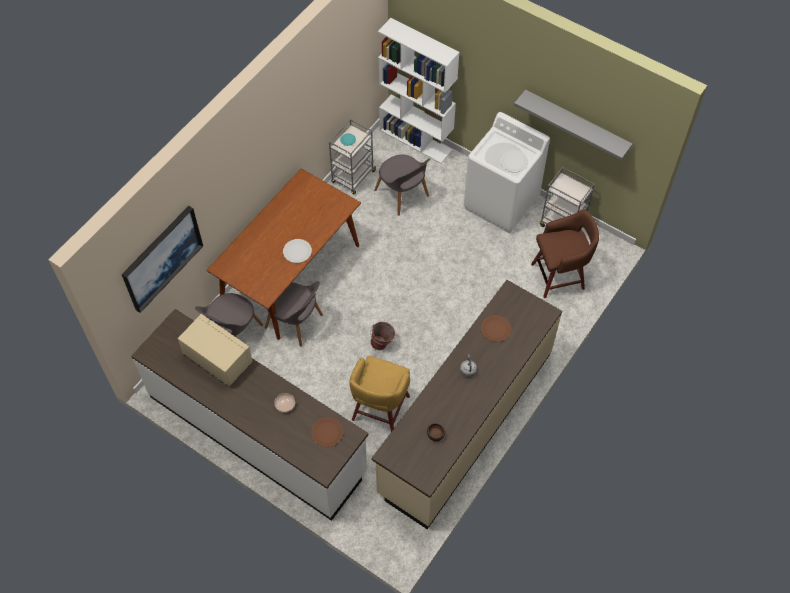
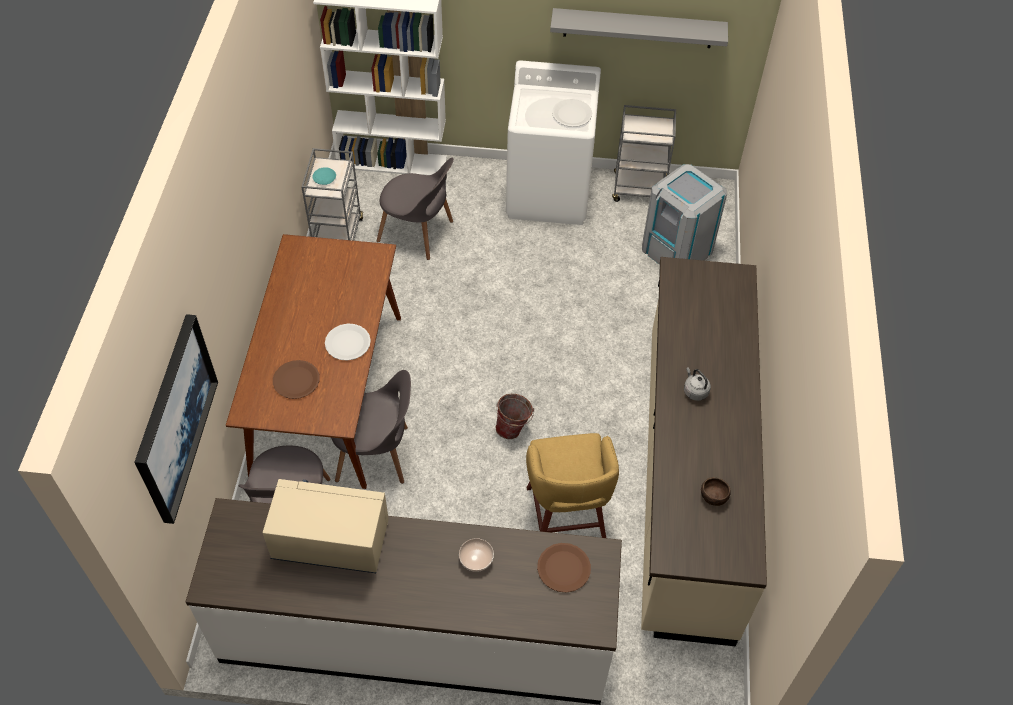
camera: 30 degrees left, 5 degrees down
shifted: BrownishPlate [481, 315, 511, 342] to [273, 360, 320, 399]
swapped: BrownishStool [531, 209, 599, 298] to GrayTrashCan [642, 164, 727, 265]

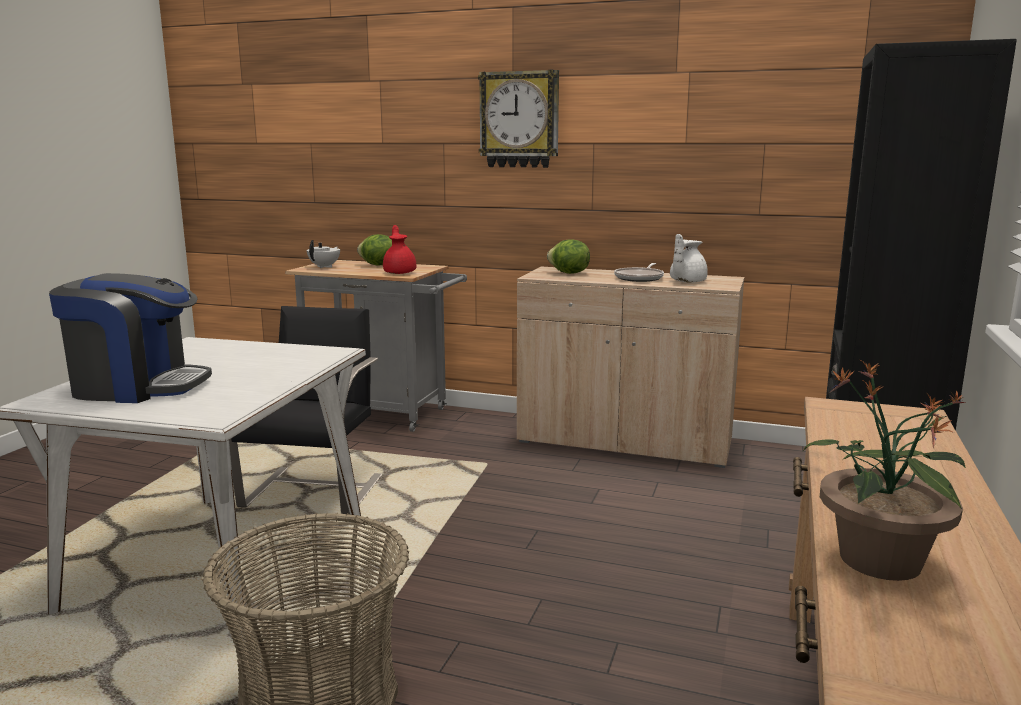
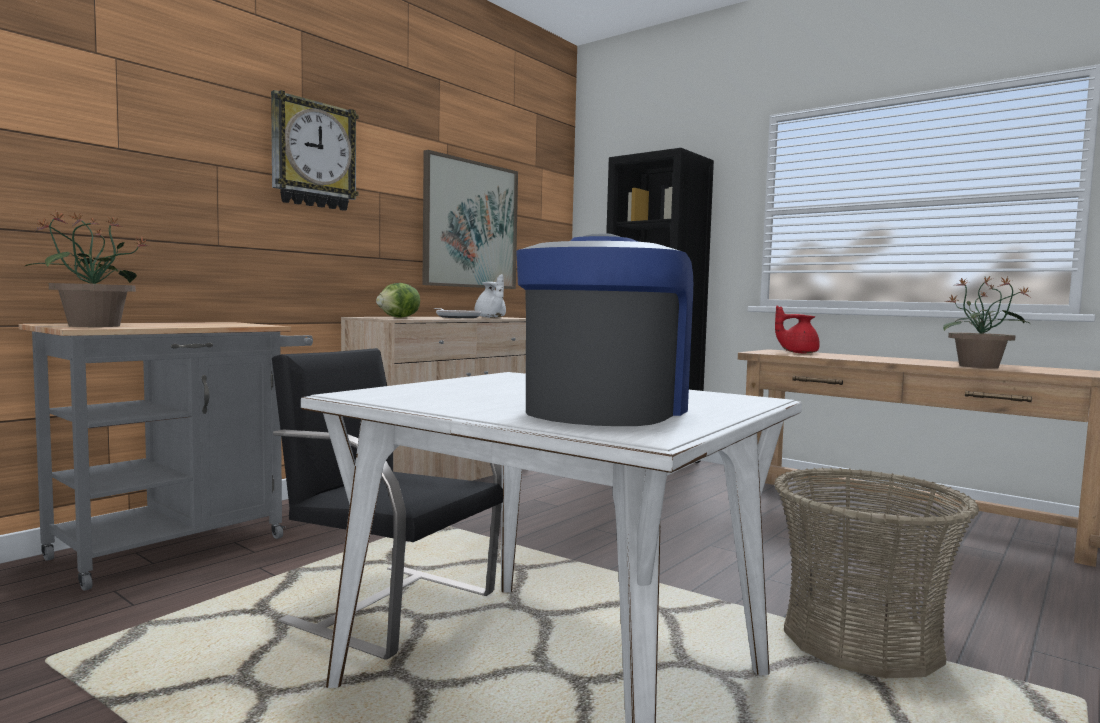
camera: 70 degrees left, 10 degrees down
gone: Lettuce [357, 234, 392, 265]
new: WallArt [422, 150, 518, 289]
shifted: RedColouredPotForTea [383, 225, 417, 274] to [775, 306, 820, 353]
swapped: WhiteColouredPotForTea [306, 240, 340, 268] to Houseplant [24, 210, 148, 327]

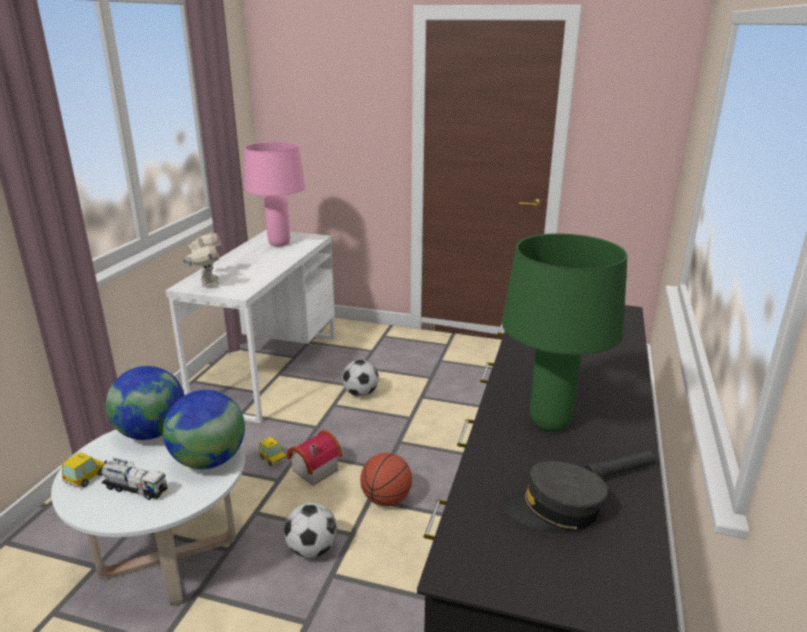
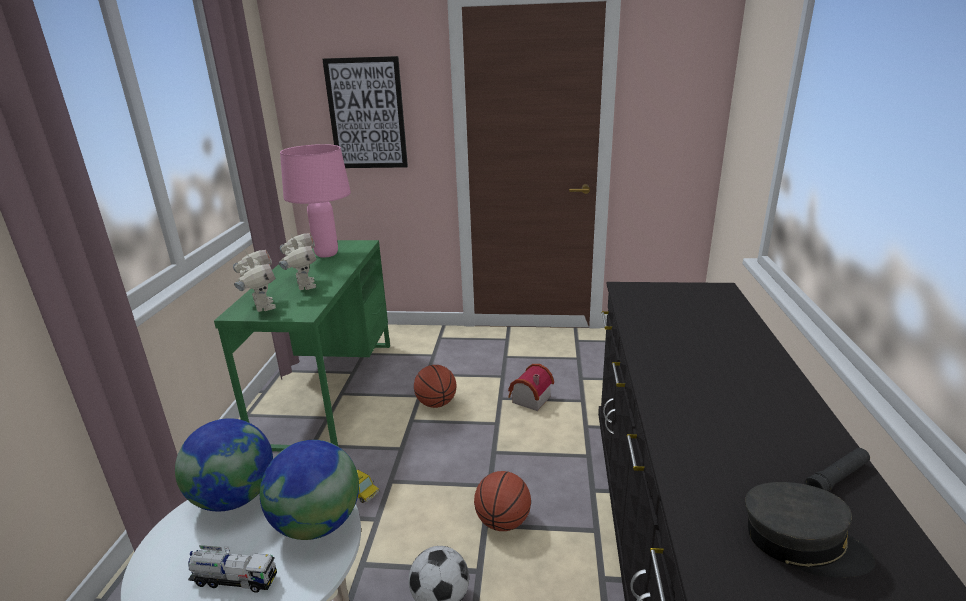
camera: 10 degrees left, 0 degrees up
gone: GreenColouredTableLamp [502, 233, 627, 432]; ToyCar [62, 452, 105, 488]
new: WallArt [322, 56, 408, 168]; ModelRobot [279, 233, 316, 290]
shifted: ToyHouse [286, 430, 342, 486] to [508, 364, 554, 411]
swapped: FootballBall [342, 360, 379, 397] to BasketballBall [414, 365, 457, 408]
repainted: WhiteColouredDeskTable [165, 230, 335, 423] to GreenColouredDeskTable [214, 240, 390, 451]
rotated: GrayBaseballCap [503, 461, 608, 532] = [745, 482, 875, 578] 150 degrees counterclockwise

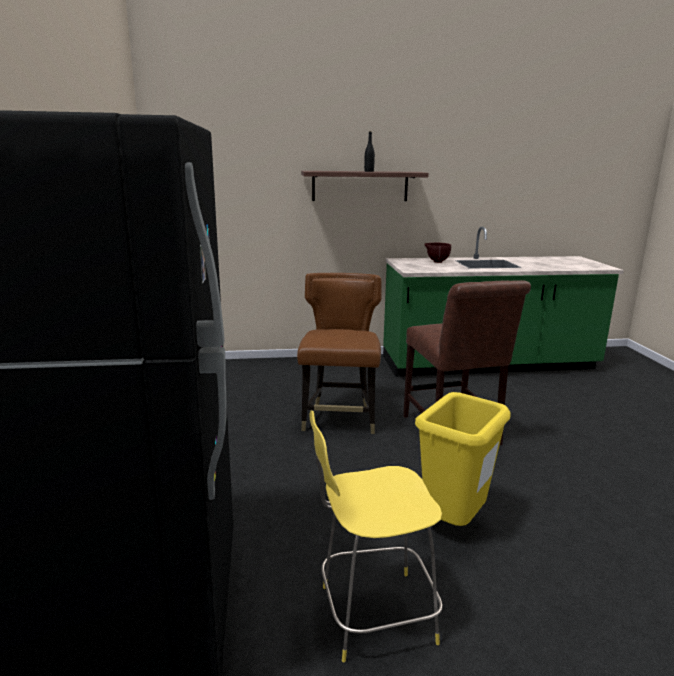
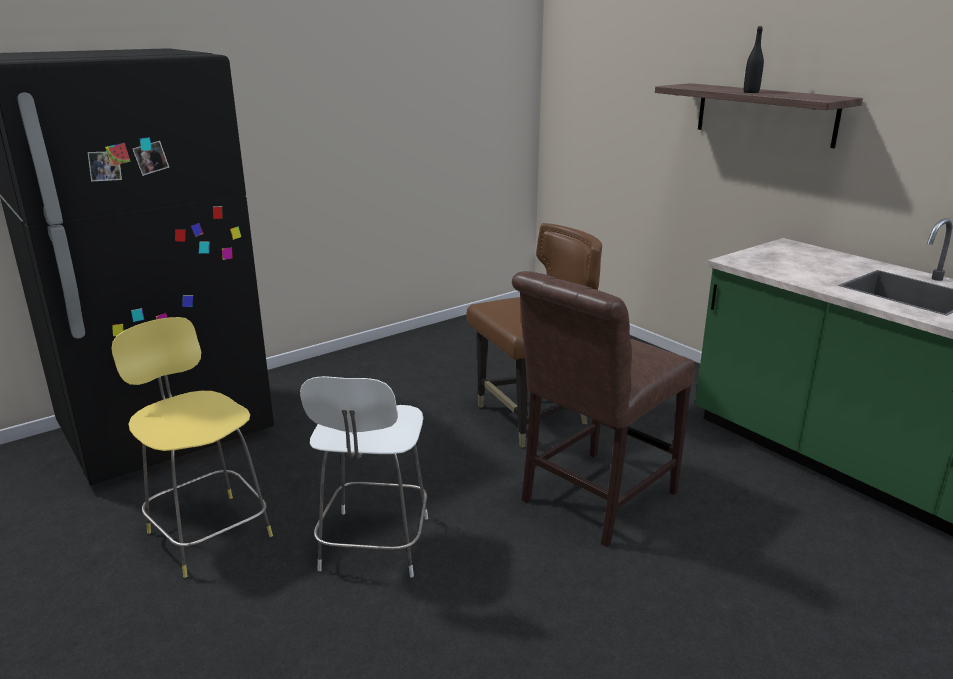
camera: 60 degrees right, 5 degrees up
gone: BrownishBowl [424, 243, 451, 263]
swapped: YellowTrashCan [415, 392, 510, 526] to WhiteColouredStool [300, 376, 428, 578]

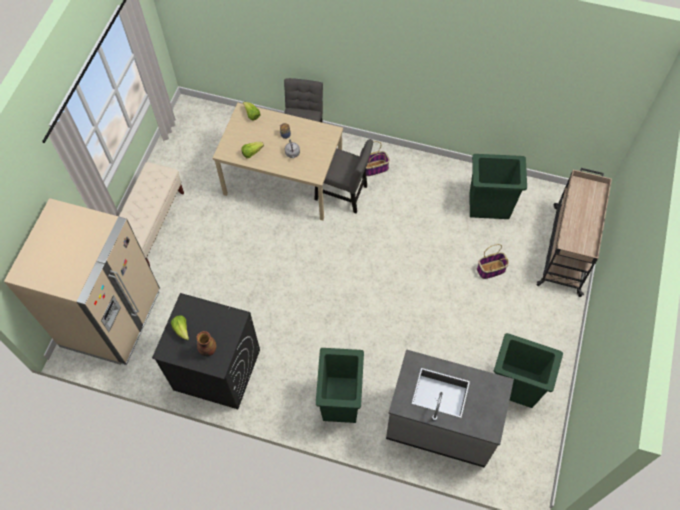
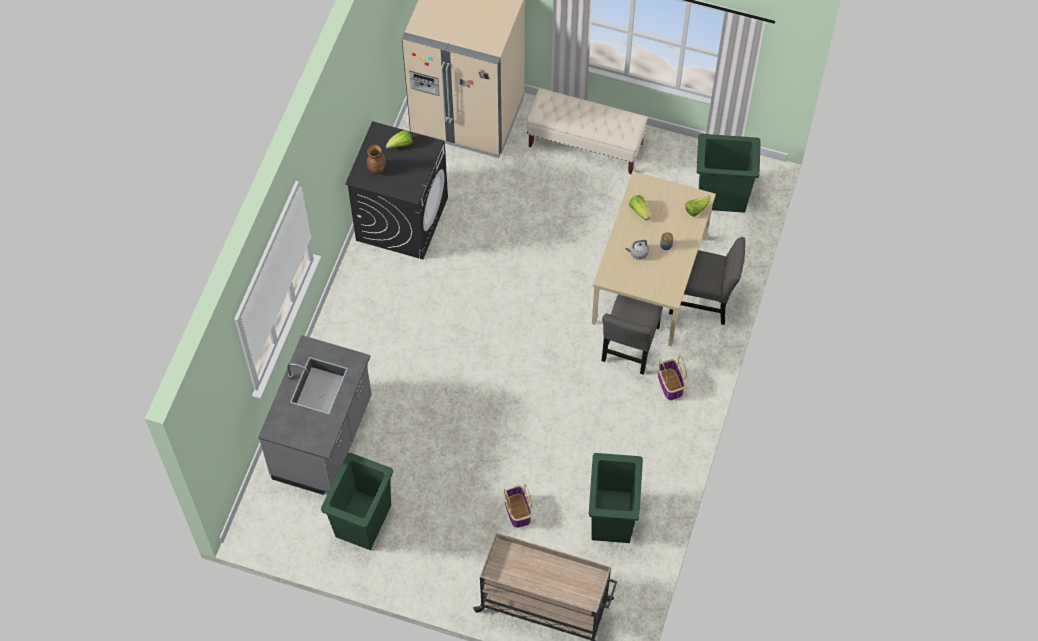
camera: 90 degrees right, 0 degrees up
shifted: GreenColouredTrashCan [316, 348, 364, 423] to [697, 134, 761, 213]

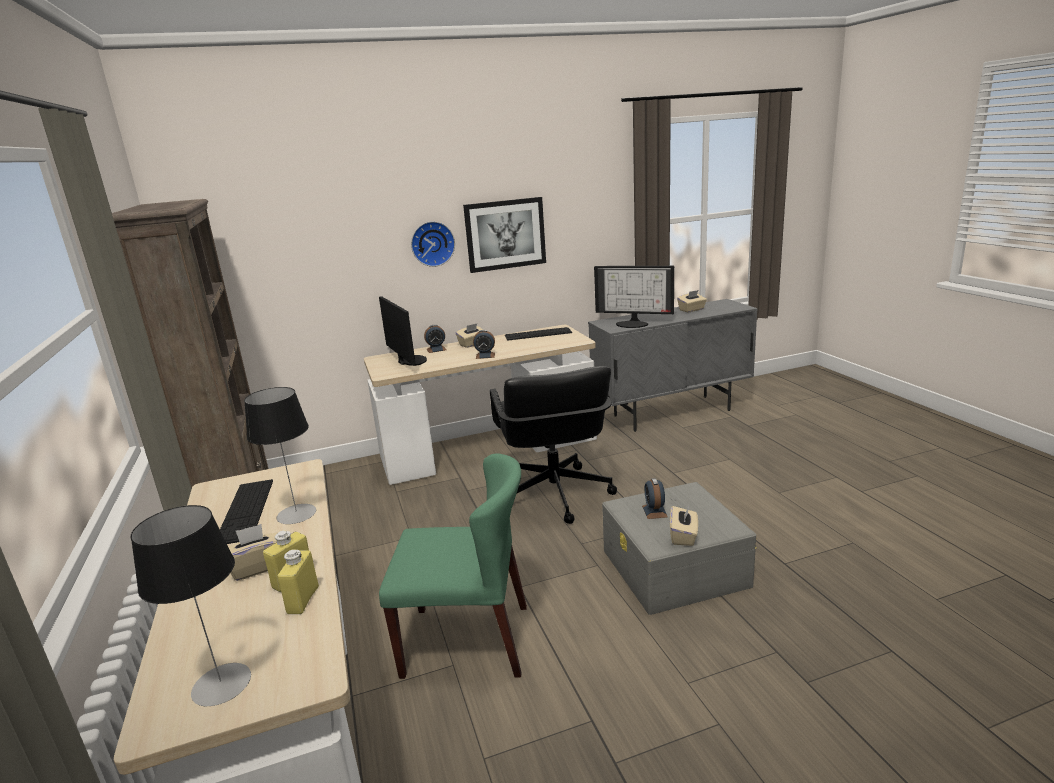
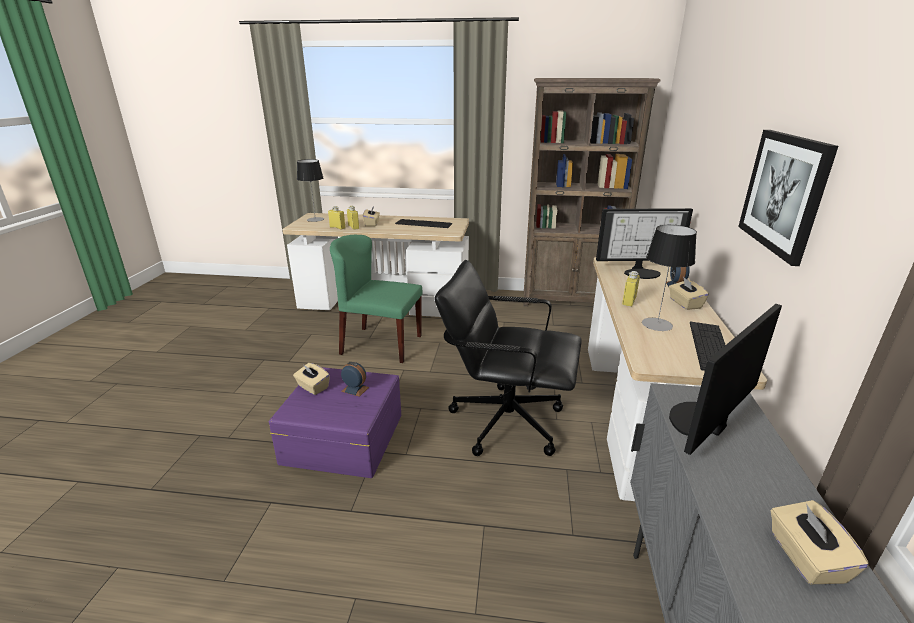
camera: 115 degrees right, 5 degrees up
gone: WallClock [411, 221, 455, 267]
shifted: TableLamp [244, 387, 316, 524] to [642, 225, 697, 331]
swapped: AlarmClock [473, 330, 495, 359] to YellowBottle [622, 271, 640, 307]
repainted: GrayStorageContainer [602, 482, 756, 615] to PurpleStorageContainer [269, 367, 401, 478]
rotated: GreenColouredChair [379, 454, 527, 679] = [330, 235, 423, 363] 75 degrees clockwise

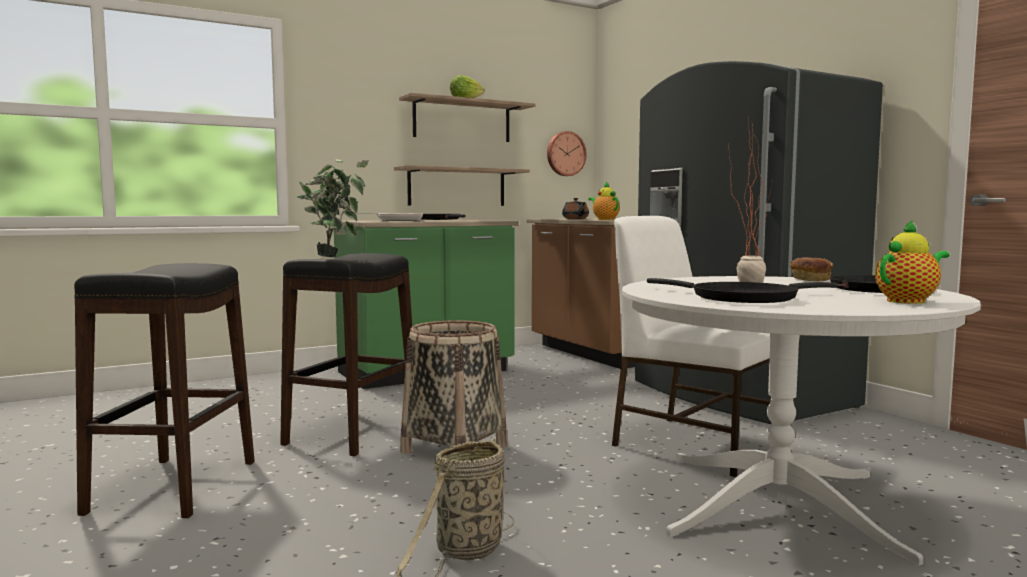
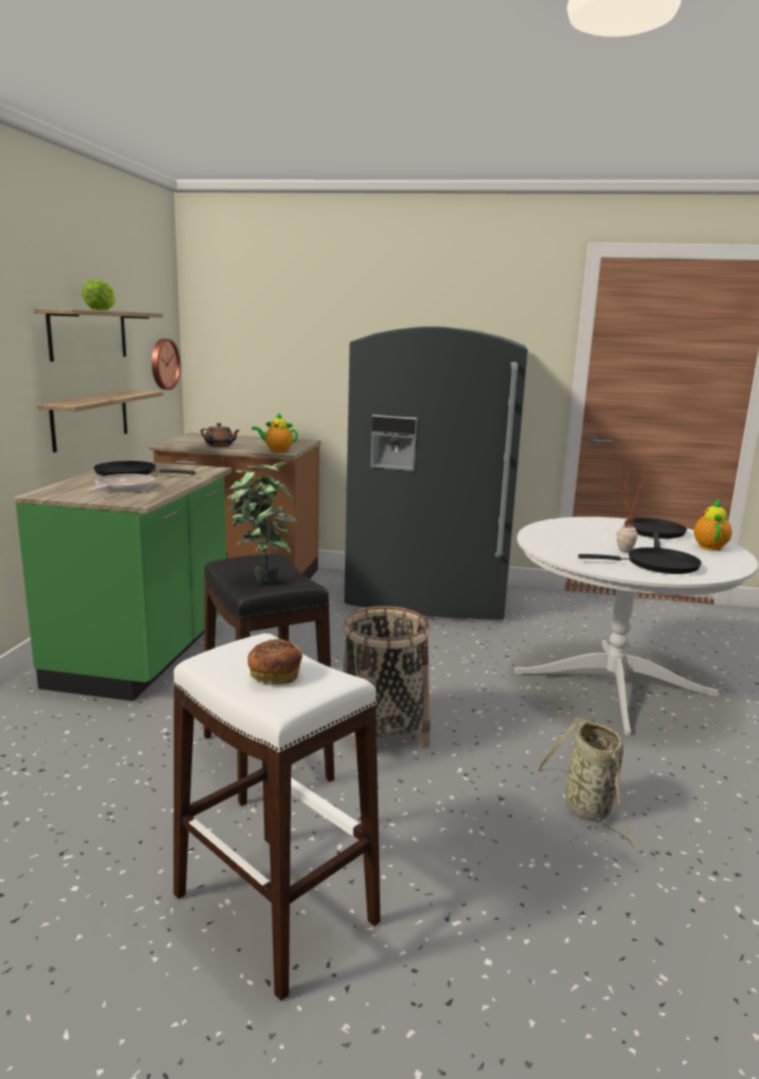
camera: 50 degrees left, 10 degrees up
gone: WhiteColouredChair [612, 216, 771, 477]
shifted: BakeryBread [790, 257, 833, 281] to [248, 639, 302, 684]
repainted: BlackStool [74, 263, 255, 518] to WhiteColouredStool [173, 633, 380, 1001]

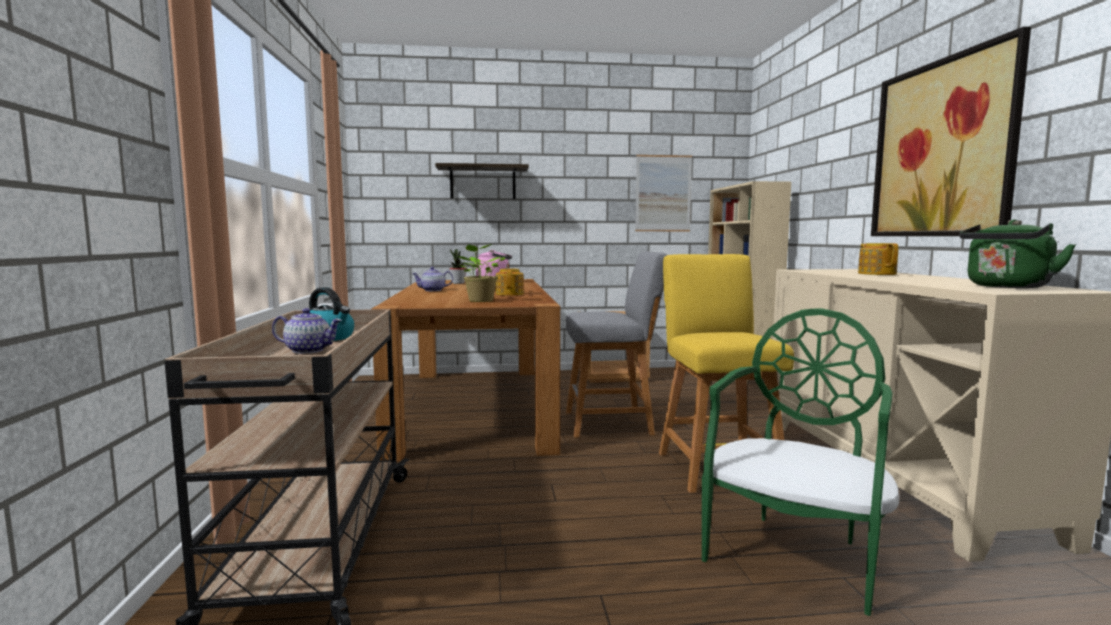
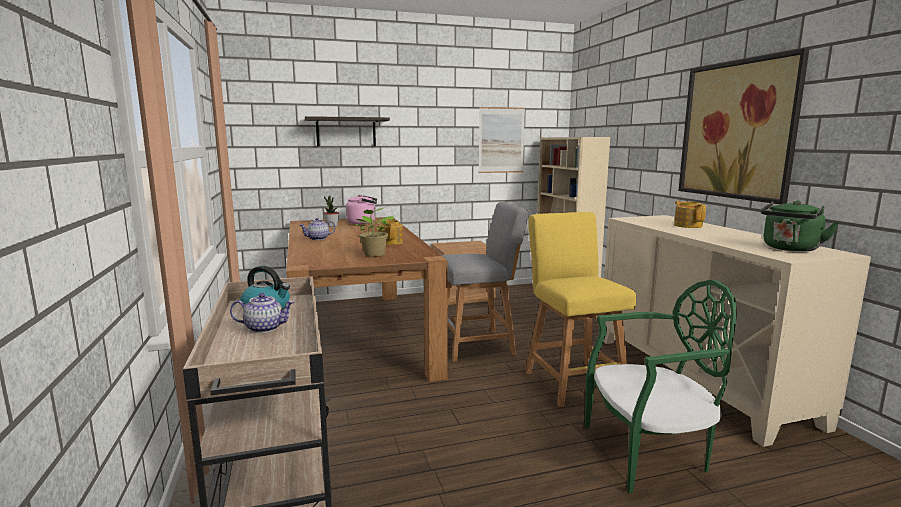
camera: 10 degrees left, 5 degrees up
rotated: GreenColouredChair [702, 308, 899, 616] = [585, 279, 737, 493] 60 degrees clockwise

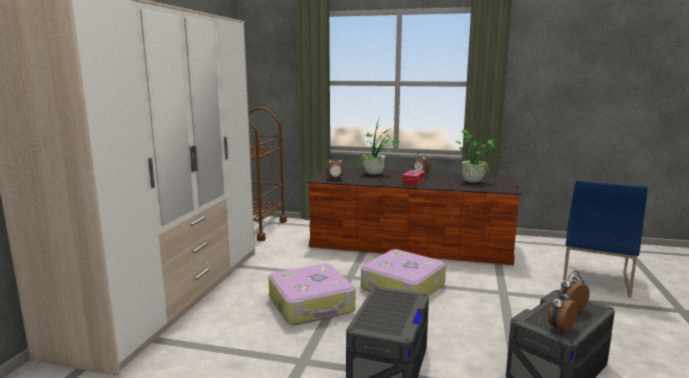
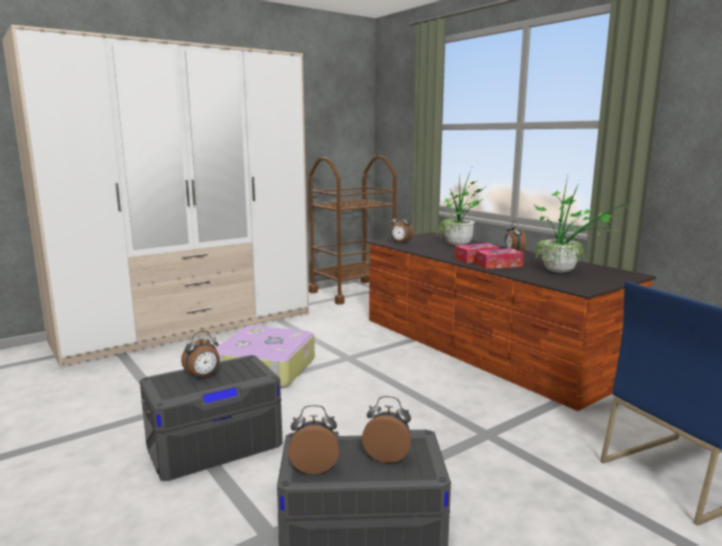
camera: 40 degrees right, 0 degrees up
gone: Suitcase [361, 249, 446, 296]
new: TissueHolder [475, 248, 524, 269]; AlarmClock [181, 331, 220, 380]

